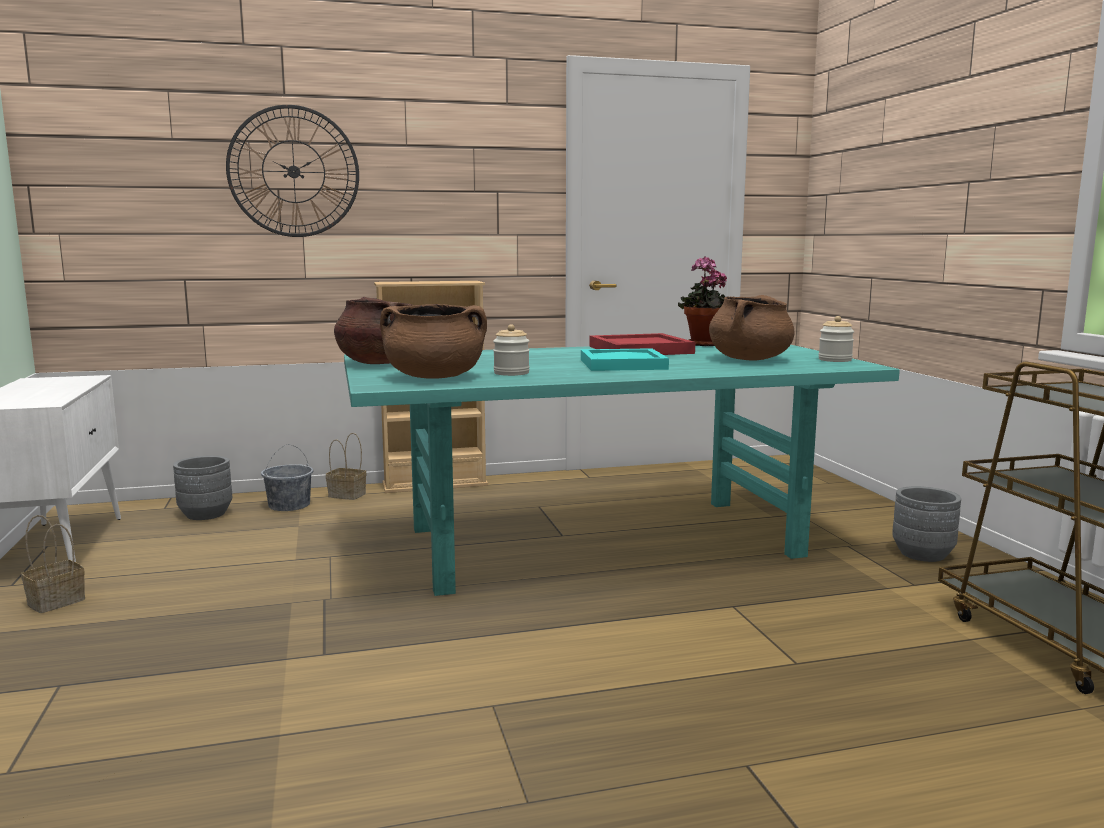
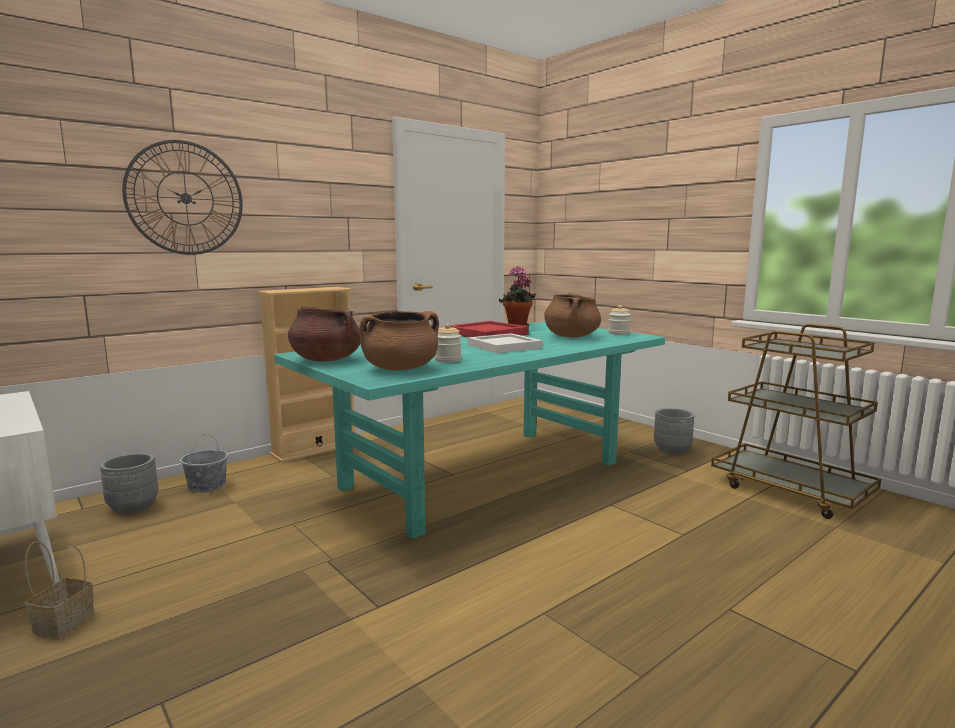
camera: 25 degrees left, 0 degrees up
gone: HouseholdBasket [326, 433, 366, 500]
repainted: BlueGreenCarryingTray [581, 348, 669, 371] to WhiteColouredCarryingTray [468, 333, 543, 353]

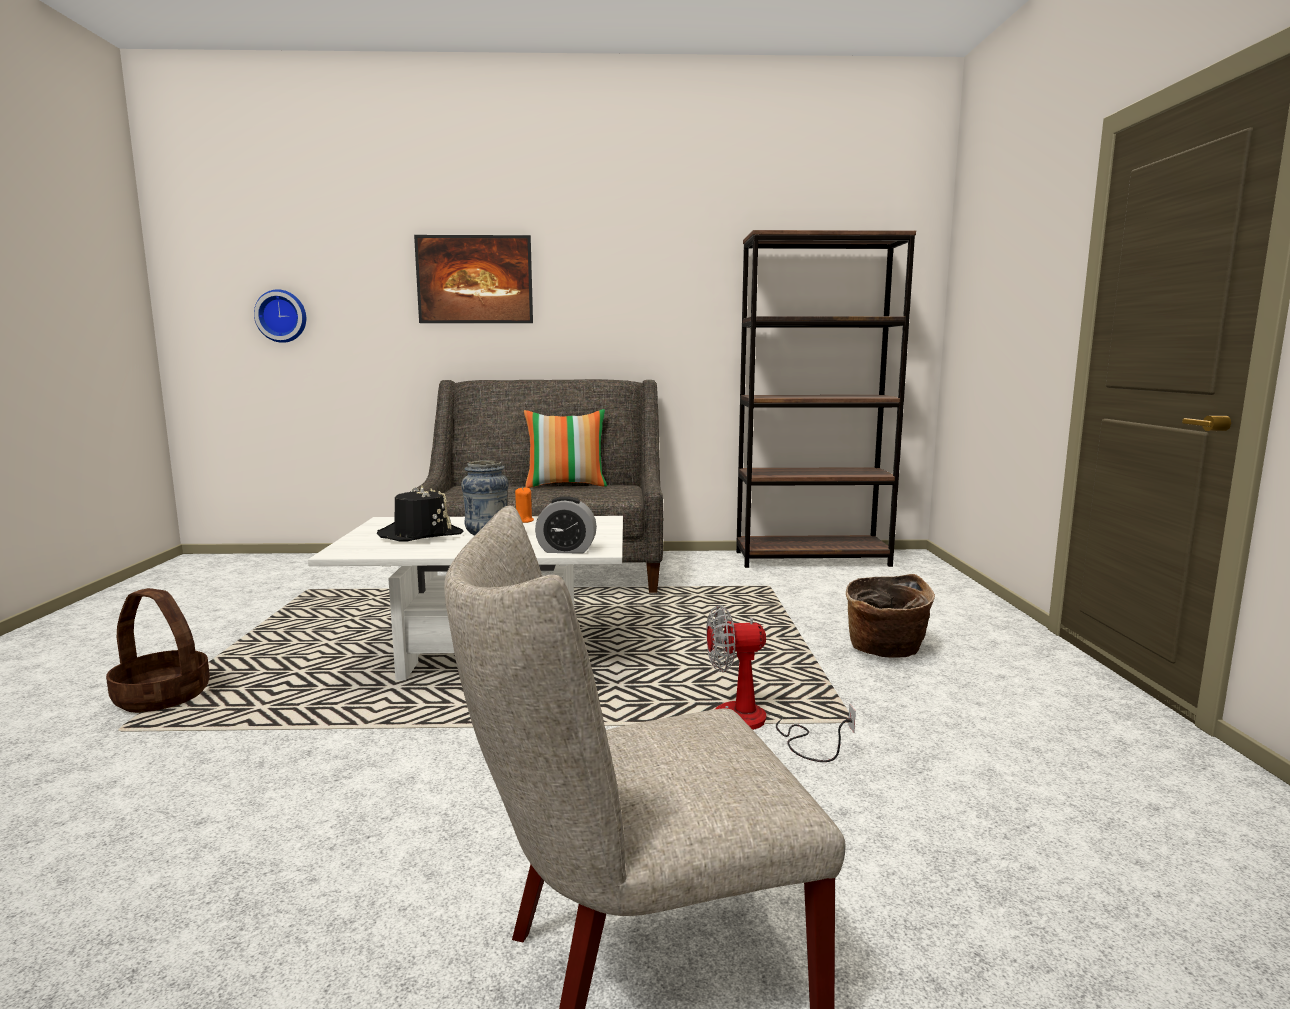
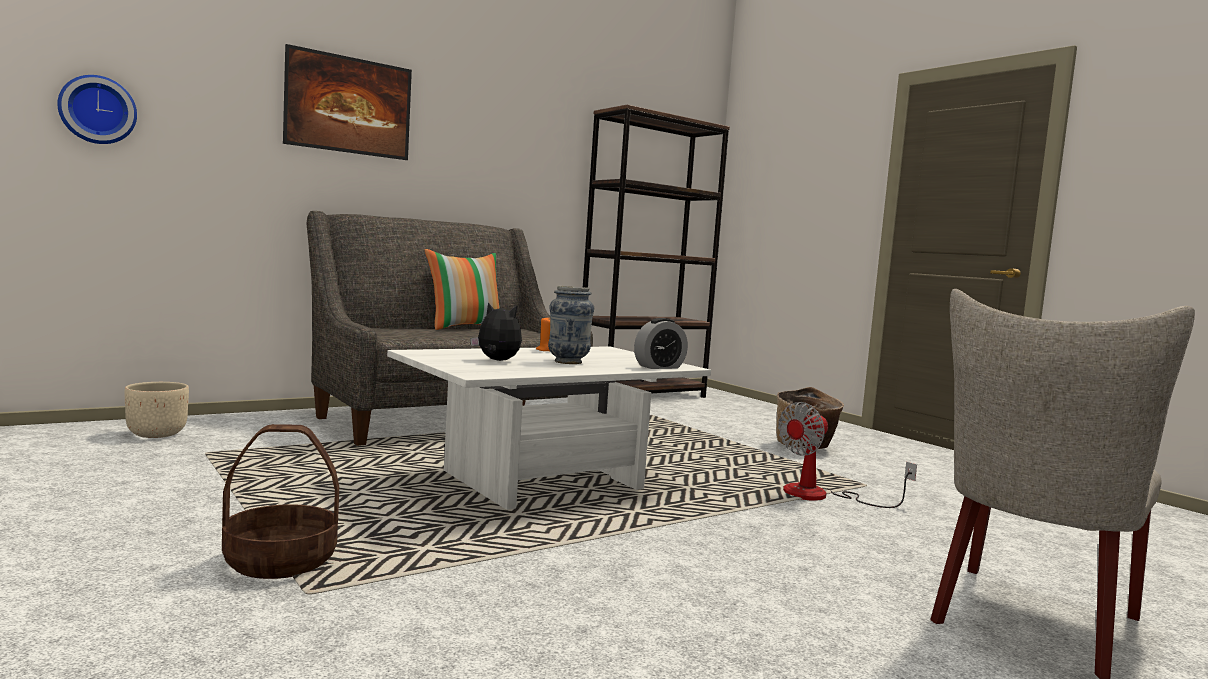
camera: 35 degrees left, 5 degrees down
new: SandColouredFlowerPot [125, 382, 189, 438]
swapped: BlackWearableHat [377, 486, 464, 541] to CuddlyToy [470, 303, 522, 361]

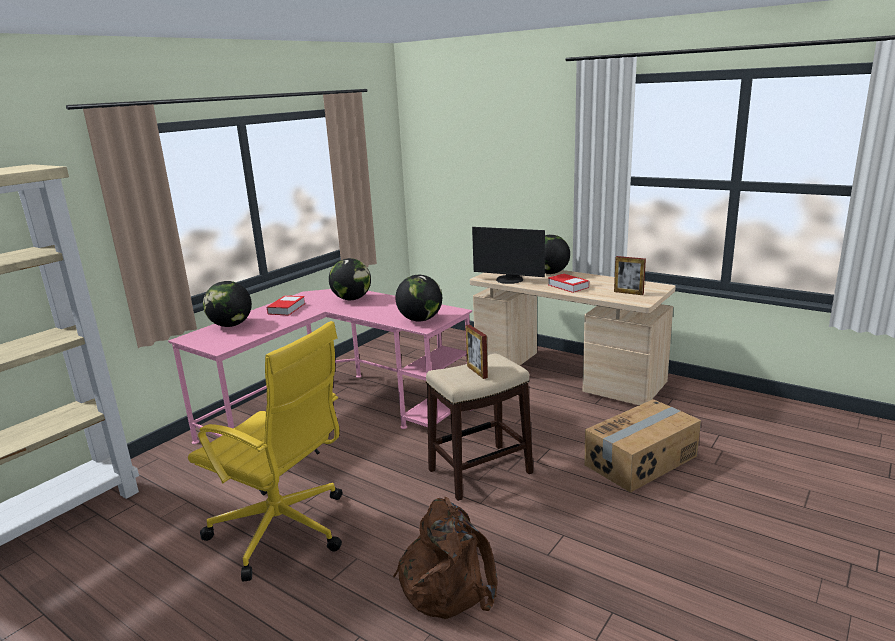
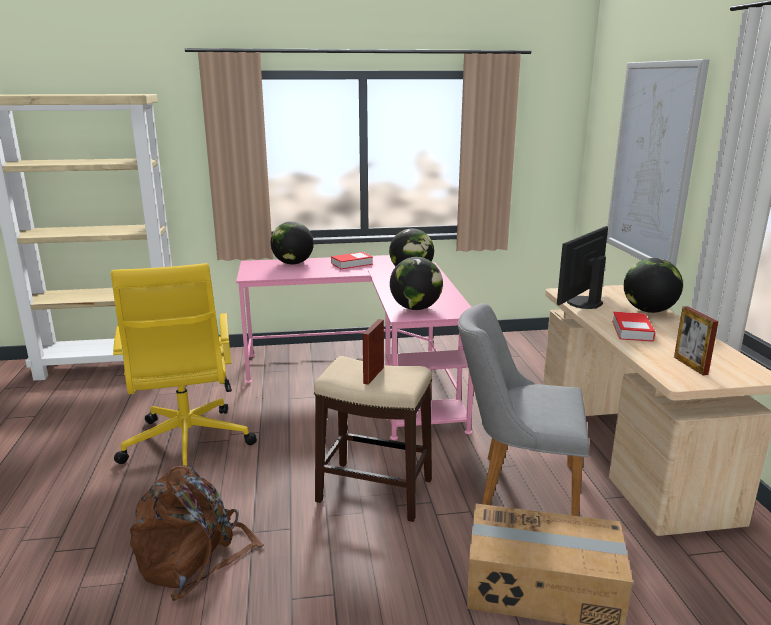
camera: 45 degrees right, 0 degrees up
new: WallArt [606, 59, 709, 267]; GrayChair [458, 303, 589, 516]
rotated: ComputerDisplay [472, 227, 545, 284] = [557, 226, 608, 309] 60 degrees clockwise

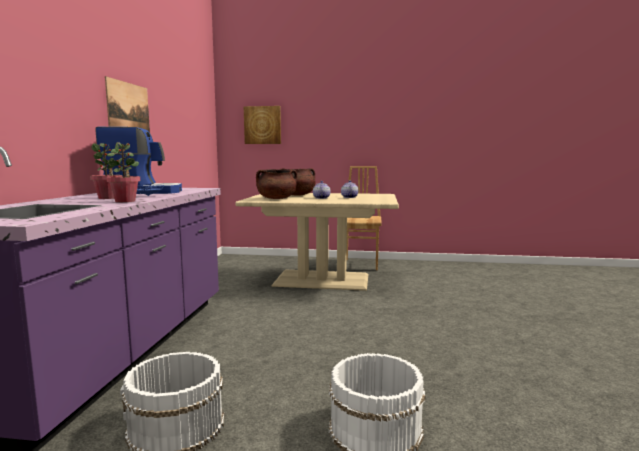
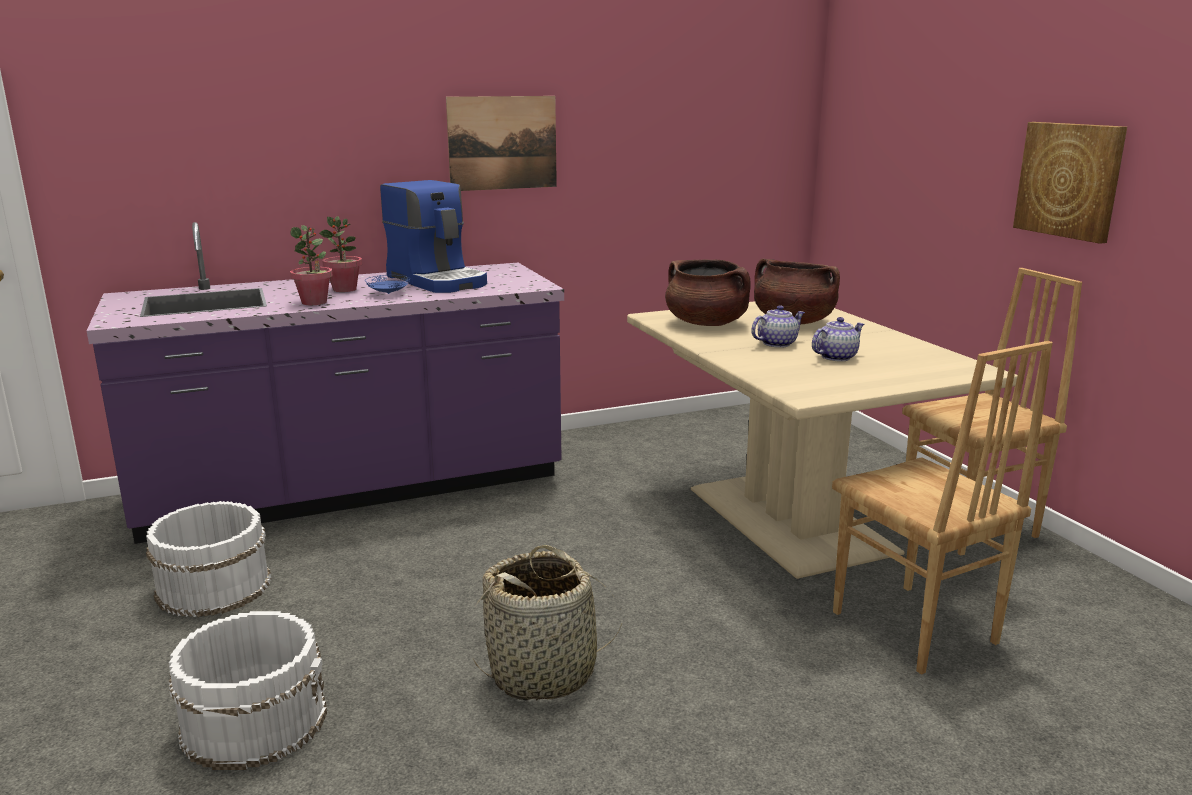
camera: 60 degrees right, 10 degrees up
new: BrownishChair [832, 341, 1053, 675]; HouseholdBasket [473, 545, 622, 700]
shifted: WallArt [244, 106, 281, 144] to [1013, 122, 1127, 244]

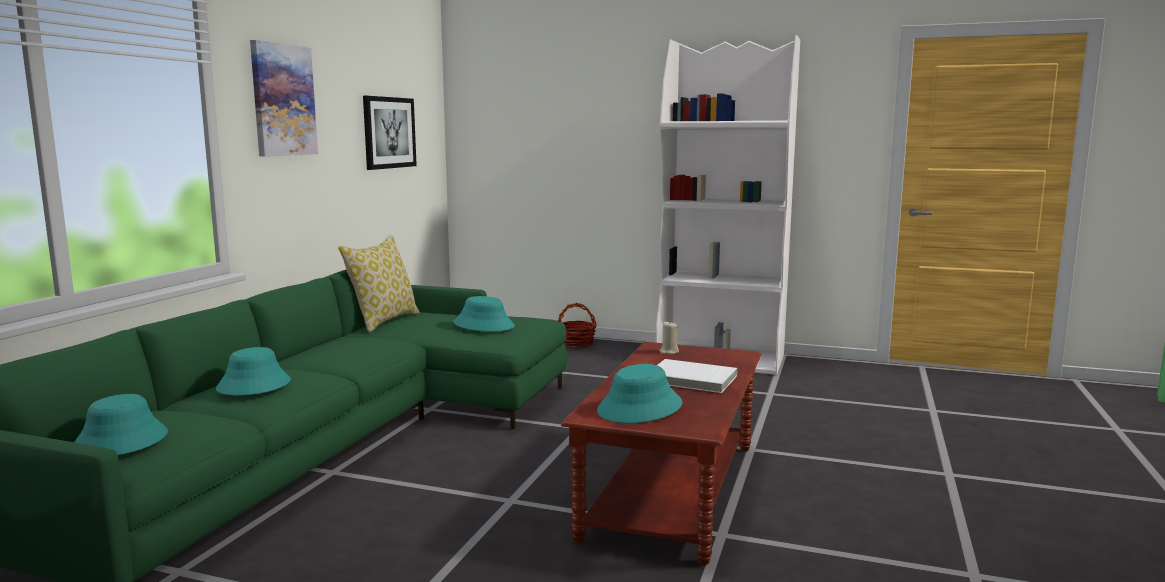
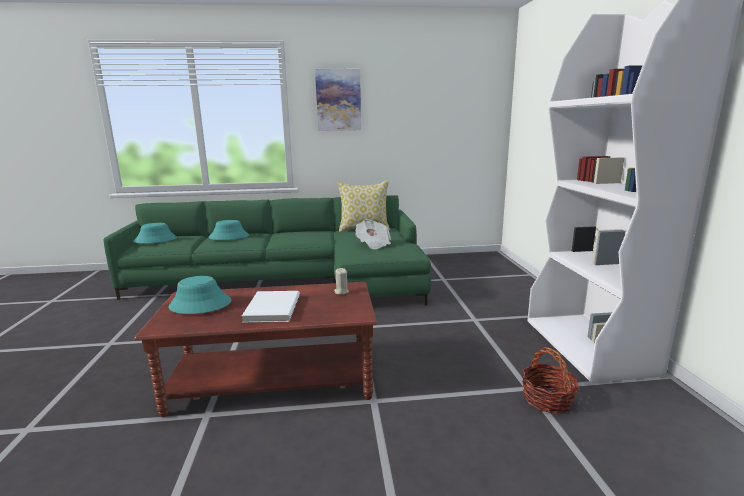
camera: 65 degrees right, 5 degrees up
gone: WallArt [363, 96, 417, 170]
shifted: HouseholdBasket [558, 303, 597, 348] to [522, 347, 579, 414]
swapped: BlueGreenWearableHat [453, 296, 515, 332] to PrintedPaper [356, 219, 391, 250]

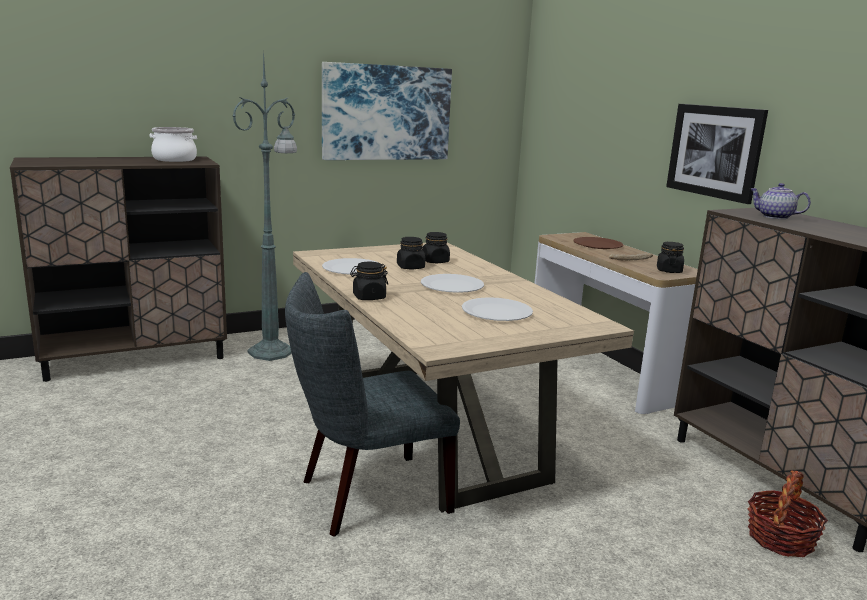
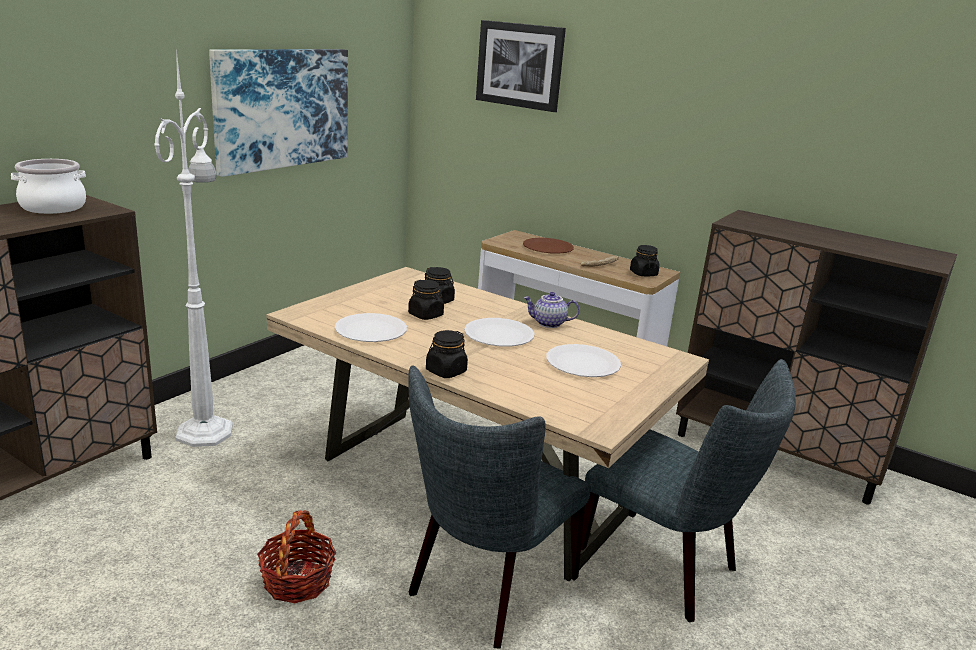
camera: 30 degrees left, 5 degrees up
new: GrayChair [581, 359, 796, 622]
shifted: WallArt [666, 104, 768, 204] to [476, 20, 566, 112]; PotForTea [750, 183, 811, 219] to [523, 292, 580, 328]; HouseholdBasket [747, 470, 828, 557] to [257, 510, 336, 604]
repainted: GreenColouredFloorLamp [232, 48, 297, 361] to WhiteColouredFloorLamp [154, 49, 233, 447]

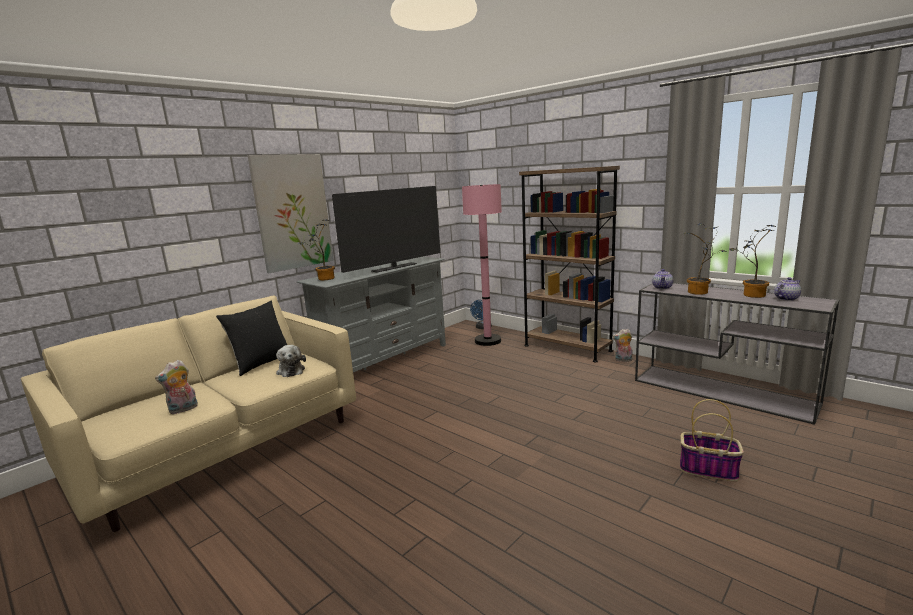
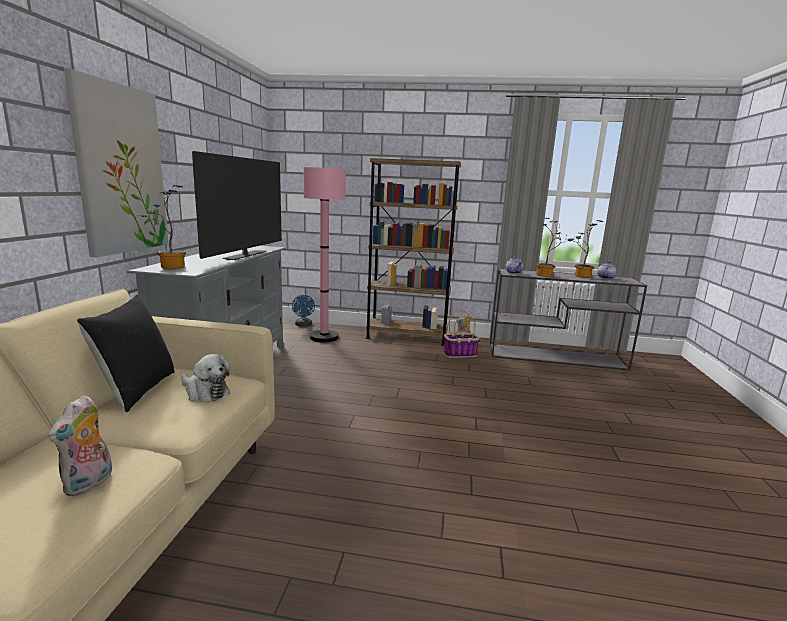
camera: 35 degrees left, 0 degrees up
shifted: HouseholdBasket [680, 399, 744, 481] to [443, 310, 479, 358]

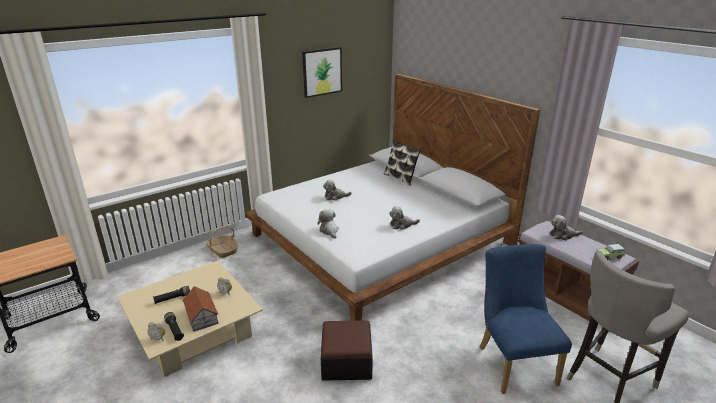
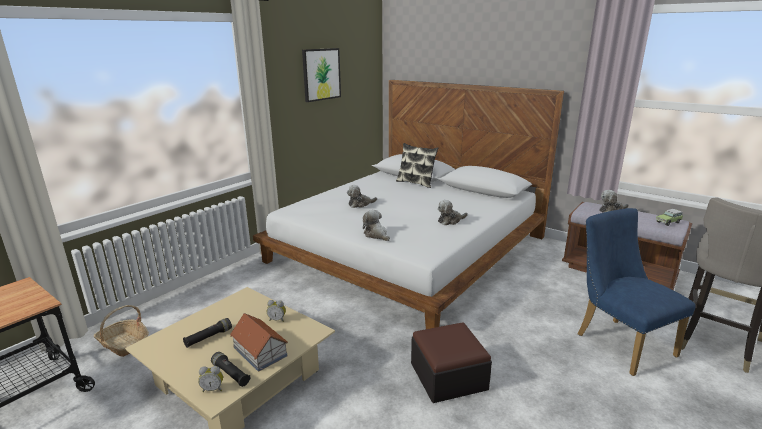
camera: 15 degrees left, 5 degrees down
shifted: HouseholdBasket [206, 225, 238, 258] to [94, 305, 149, 357]

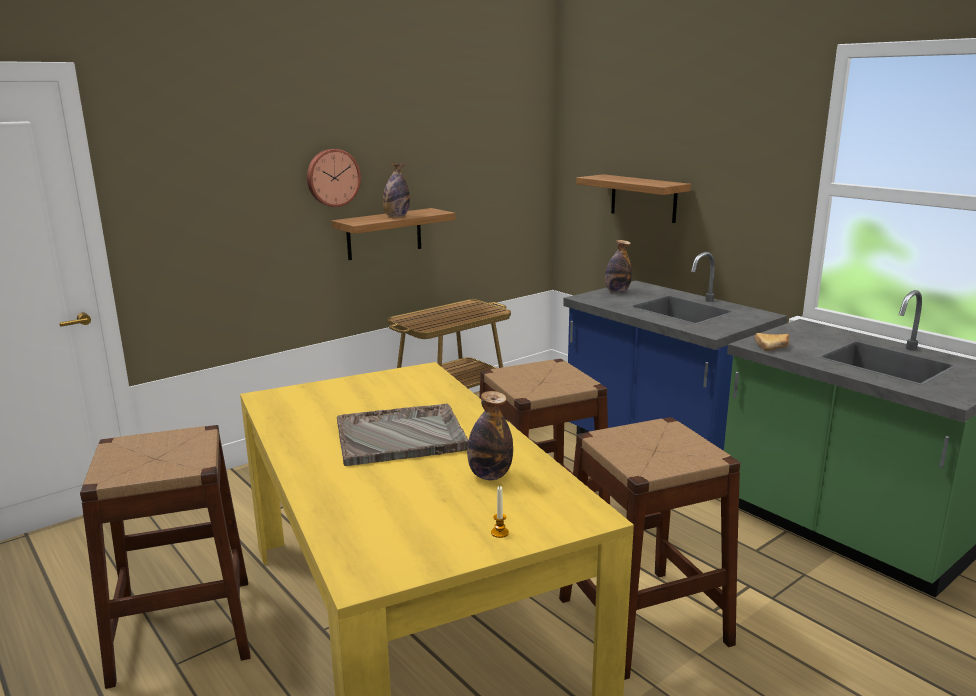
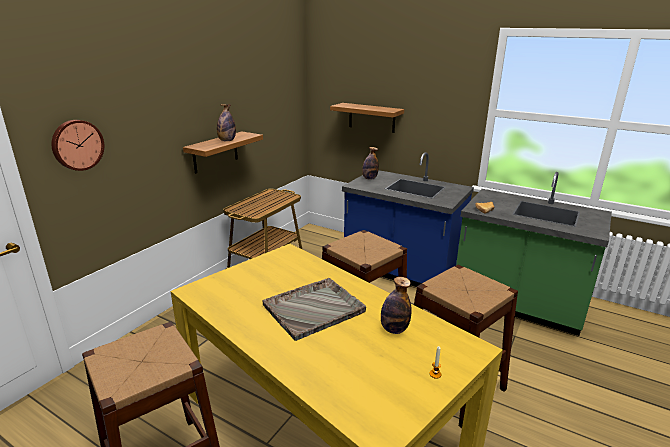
camera: 20 degrees left, 5 degrees up
shifted: WallClock [307, 149, 361, 207] to [52, 120, 104, 171]

